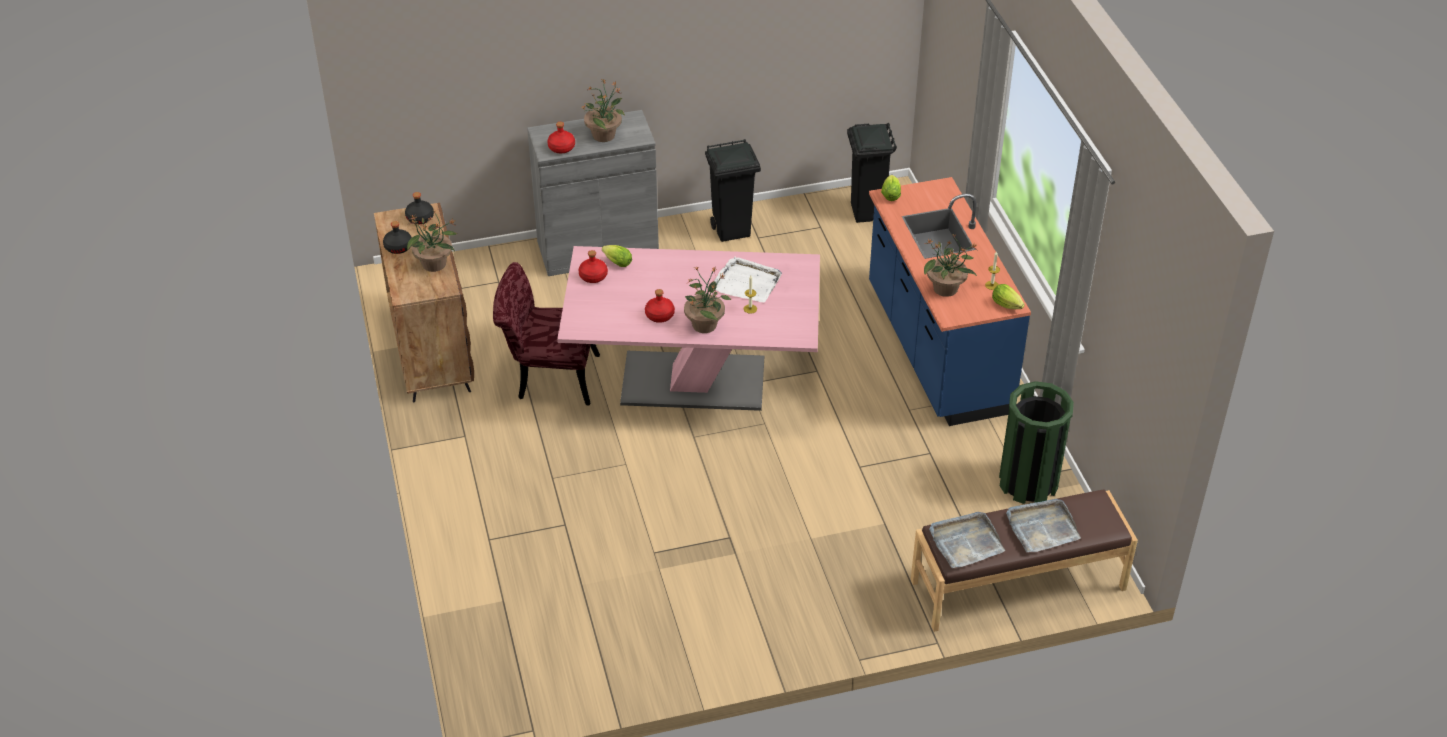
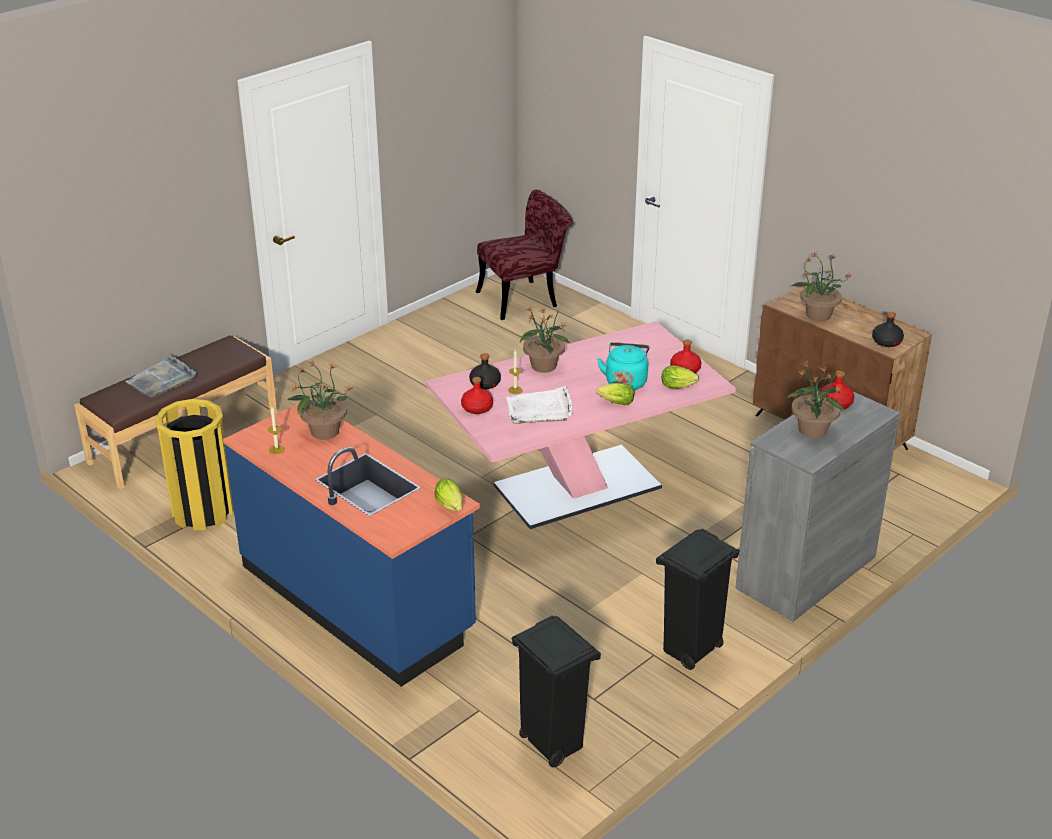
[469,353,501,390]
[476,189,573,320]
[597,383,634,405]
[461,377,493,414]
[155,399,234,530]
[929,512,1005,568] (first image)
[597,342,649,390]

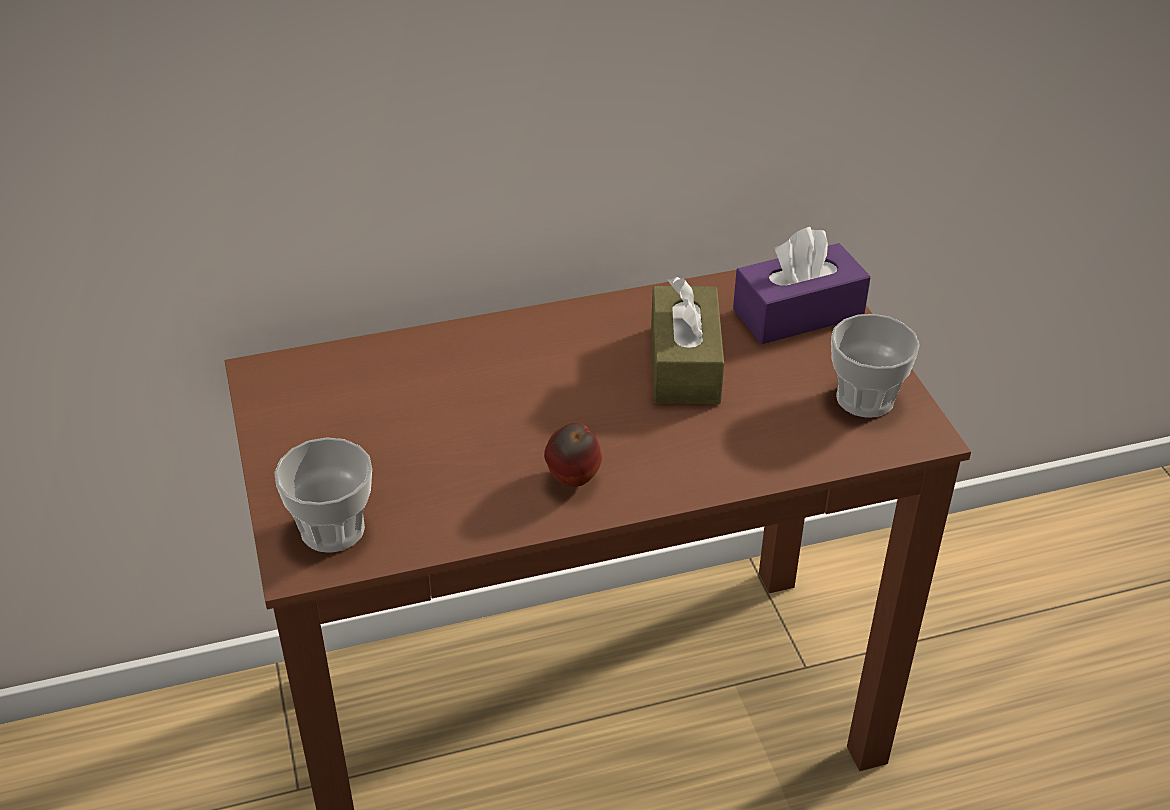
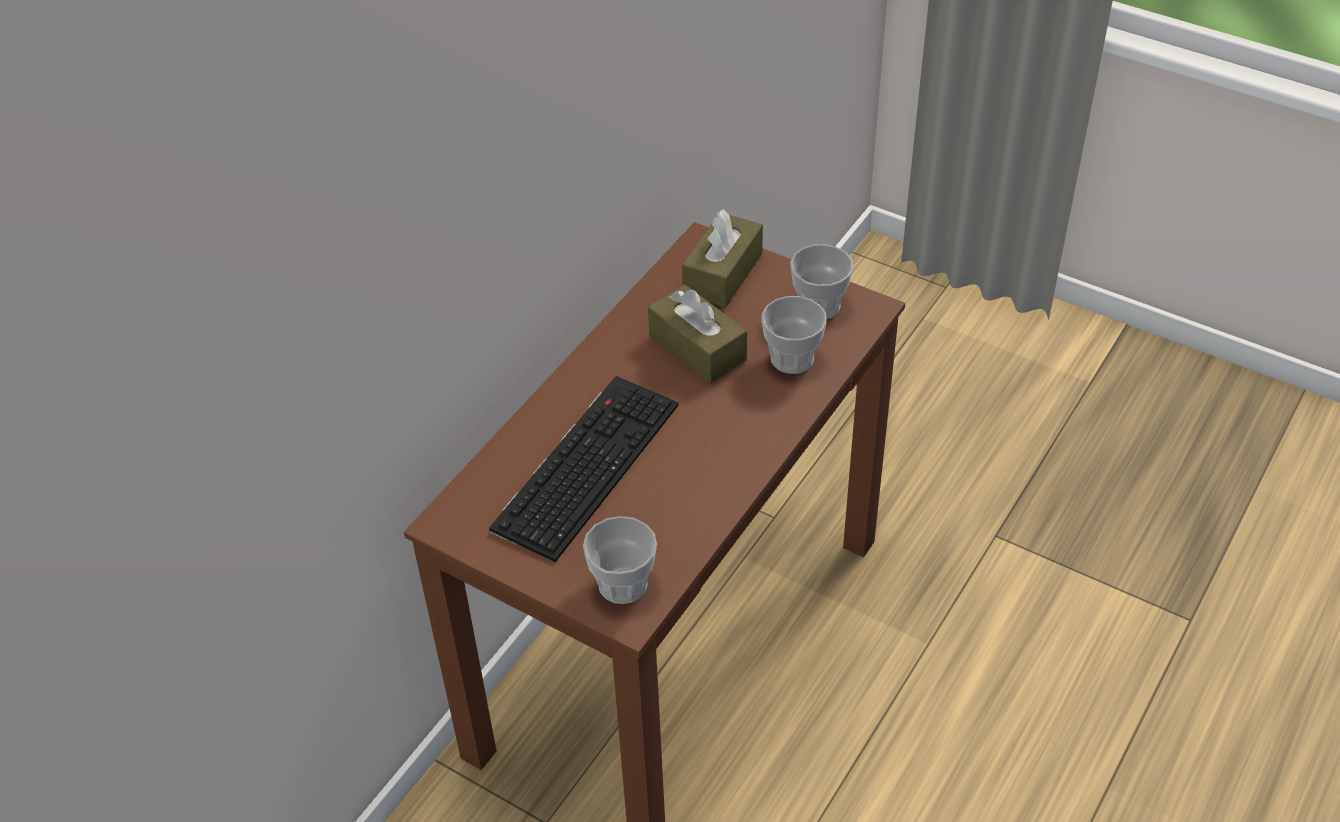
[682,209,763,307]
[544,423,602,487] (first image)
[762,296,827,374]
[489,376,679,562]

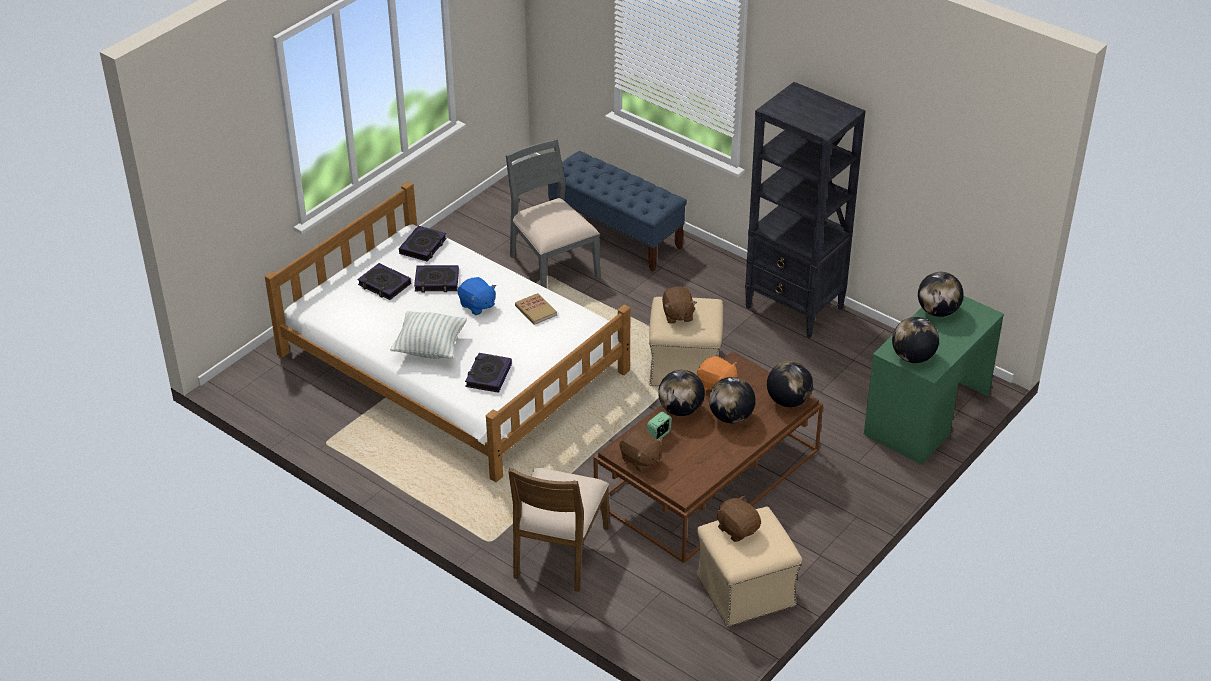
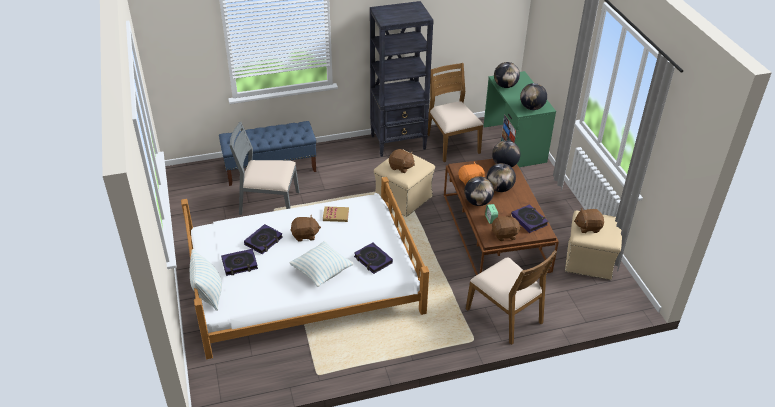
[511,204,549,233]
[290,215,321,242]
[428,63,483,162]
[190,249,222,311]

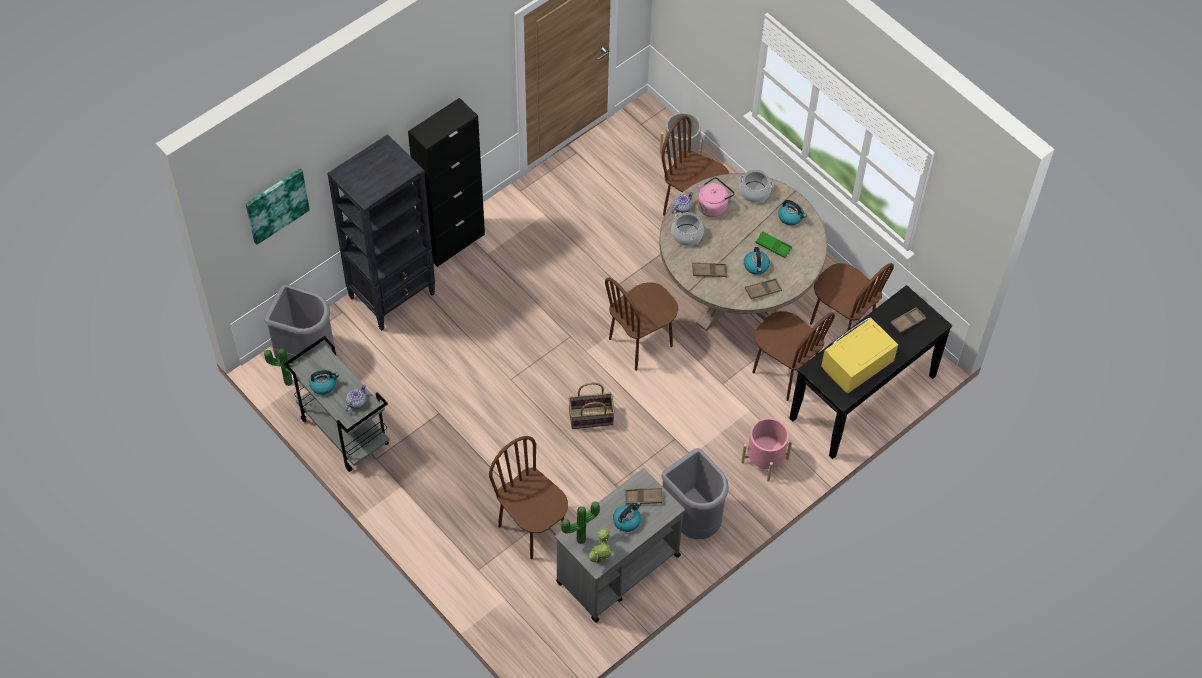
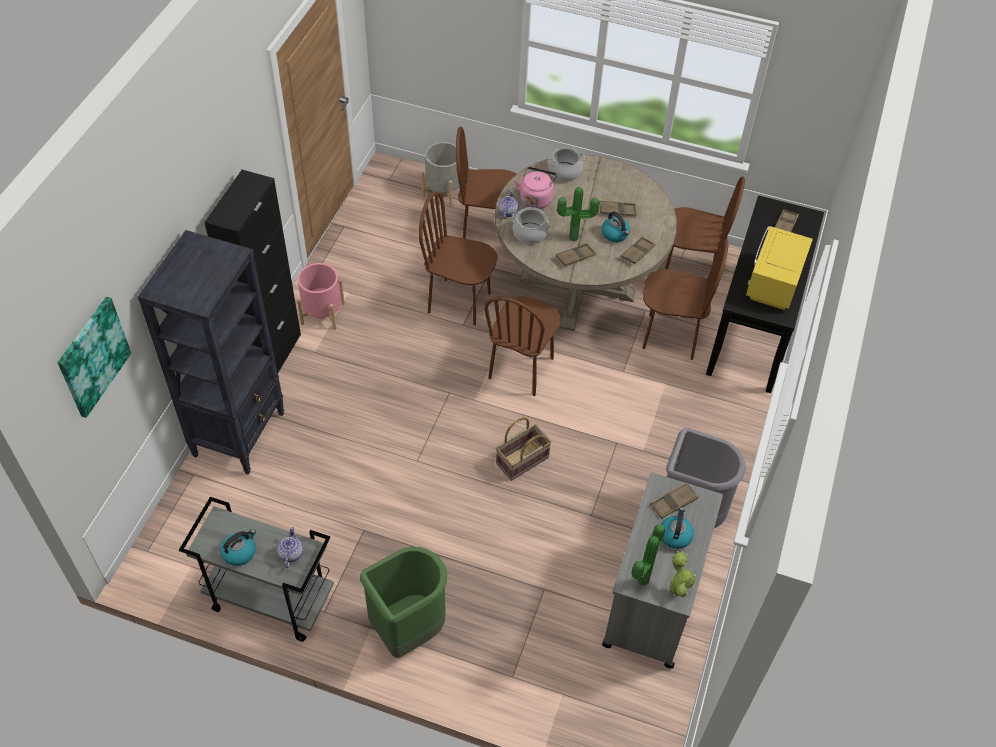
[778,200,806,225] (first image)
[599,201,637,217]
[264,284,334,364] (first image)
[557,187,599,242]
[297,263,345,330]
[419,191,498,325]
[360,547,447,658]

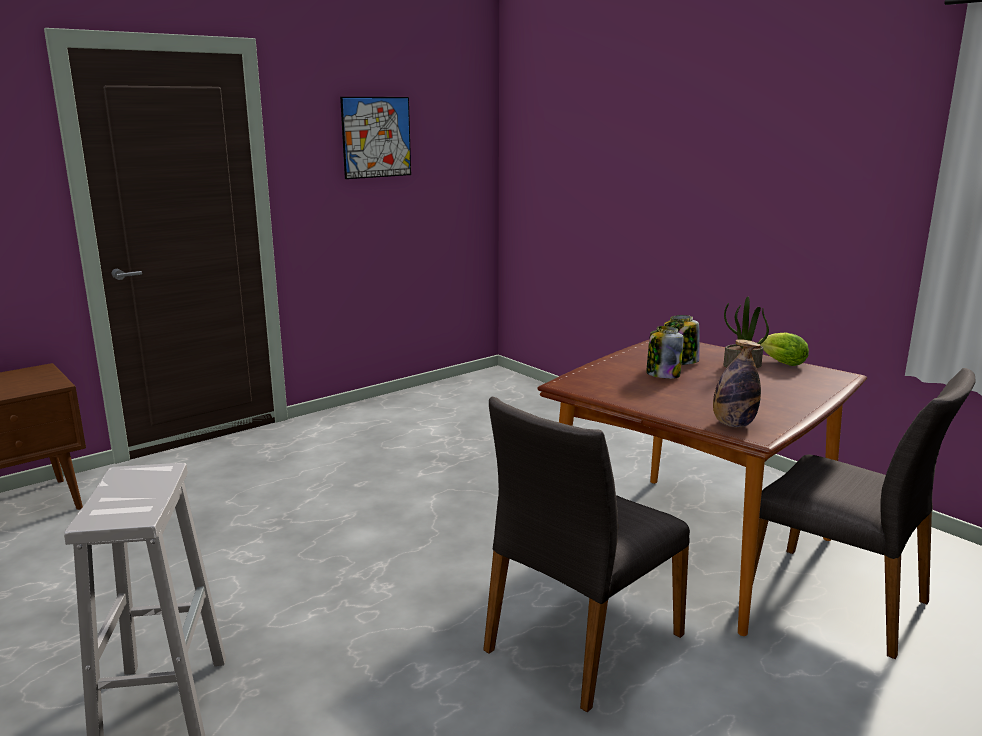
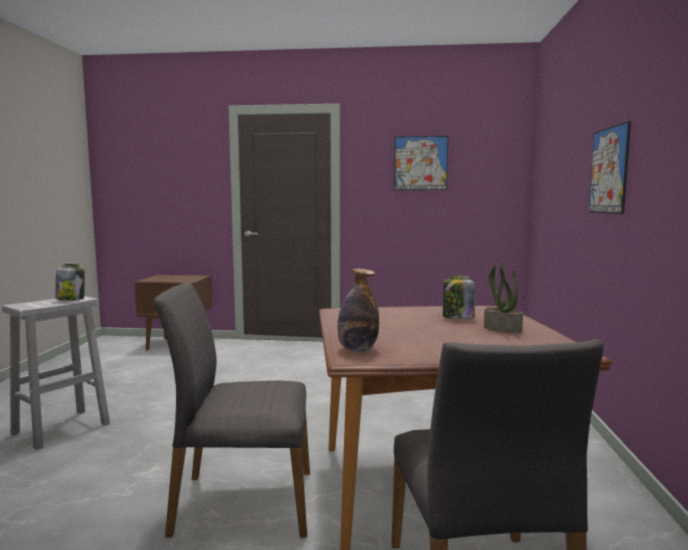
[55,264,85,301]
[760,332,809,366] (first image)
[589,121,631,214]

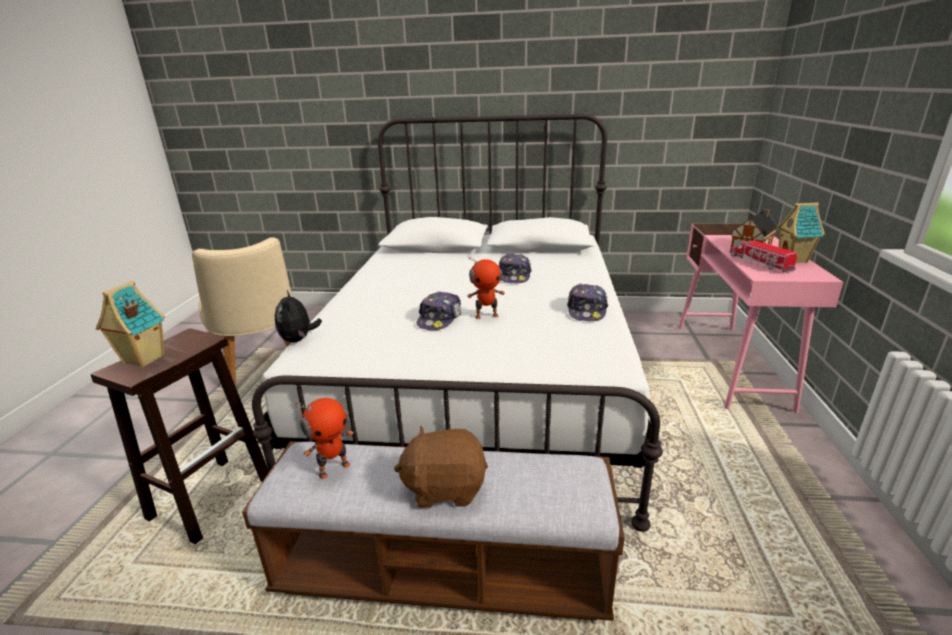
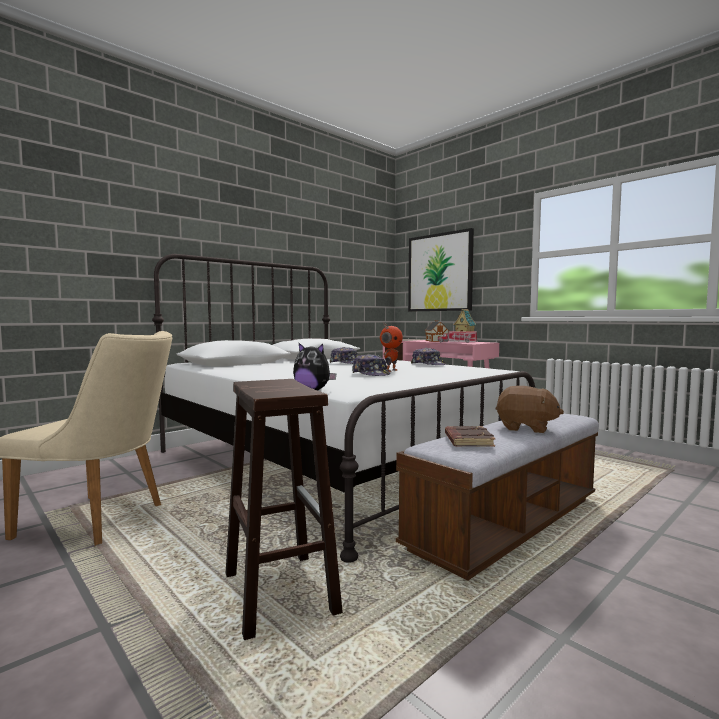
[96,281,165,368] (first image)
[445,426,495,447]
[496,386,564,433]
[408,228,474,311]

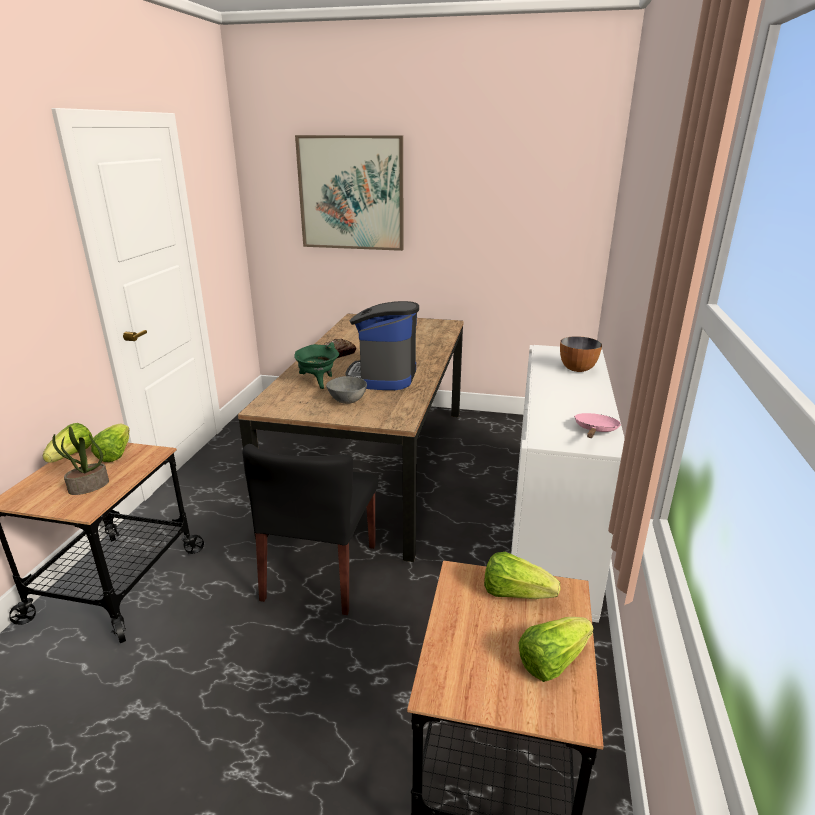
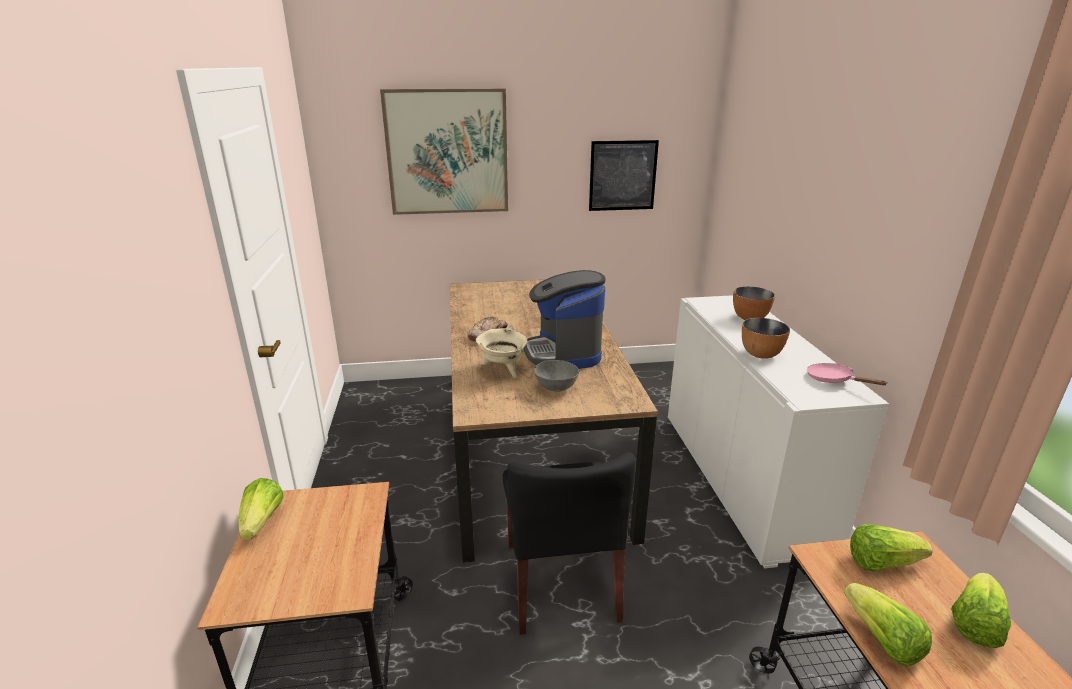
[475,324,528,378]
[807,363,888,385]
[844,583,932,666]
[52,426,109,495] (first image)
[589,140,659,211]
[742,318,790,359]

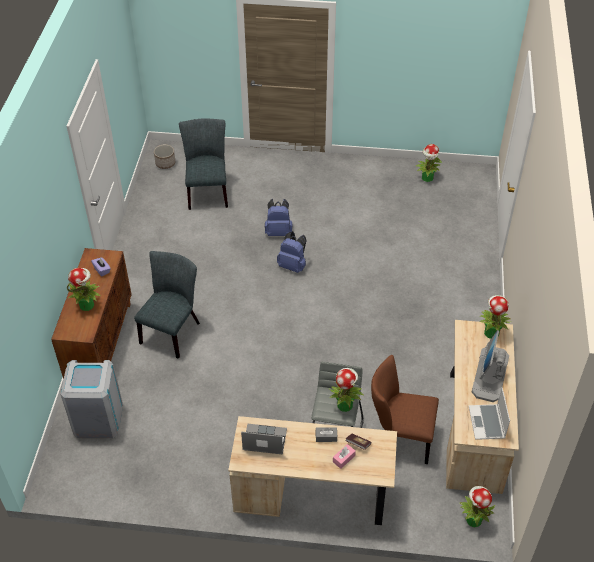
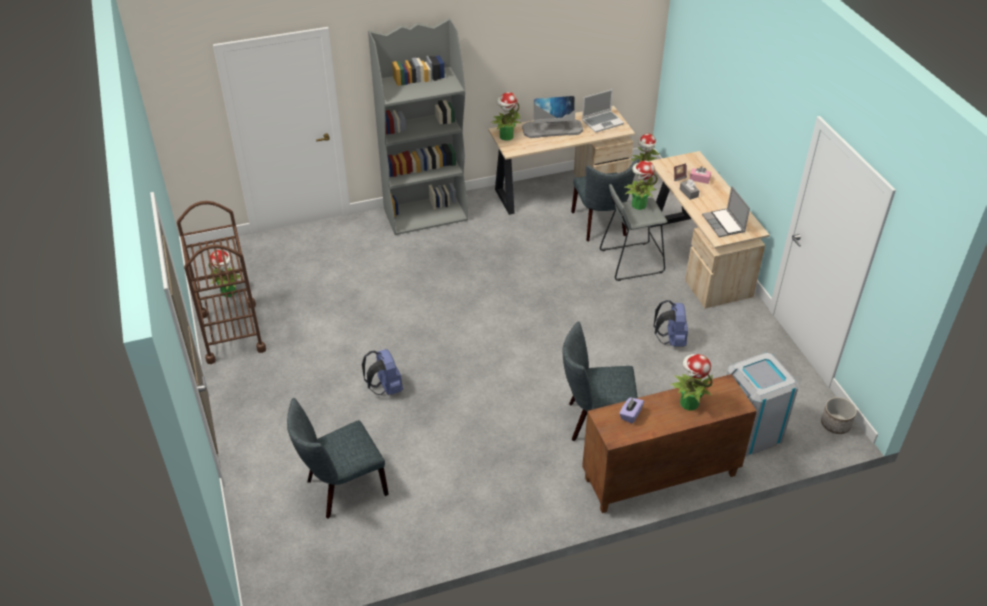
[821,397,857,434]
[654,300,688,346]
[571,159,640,242]
[368,18,468,235]
[177,201,266,364]

